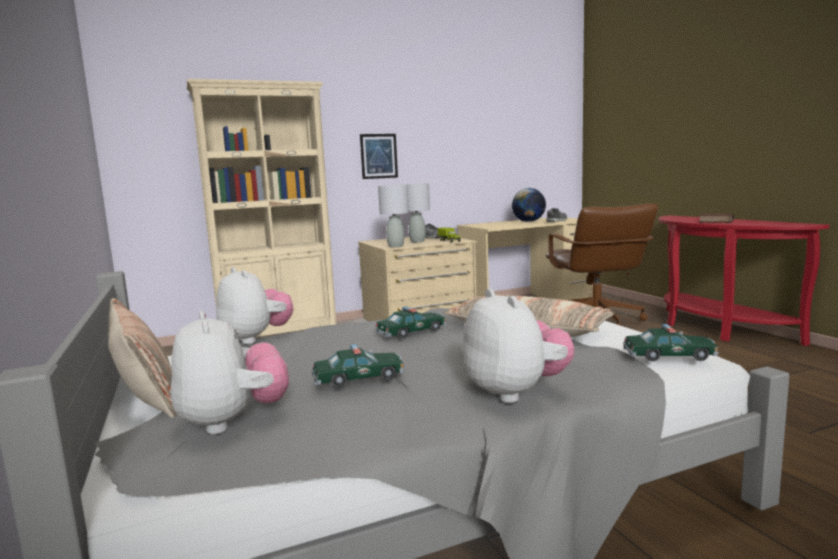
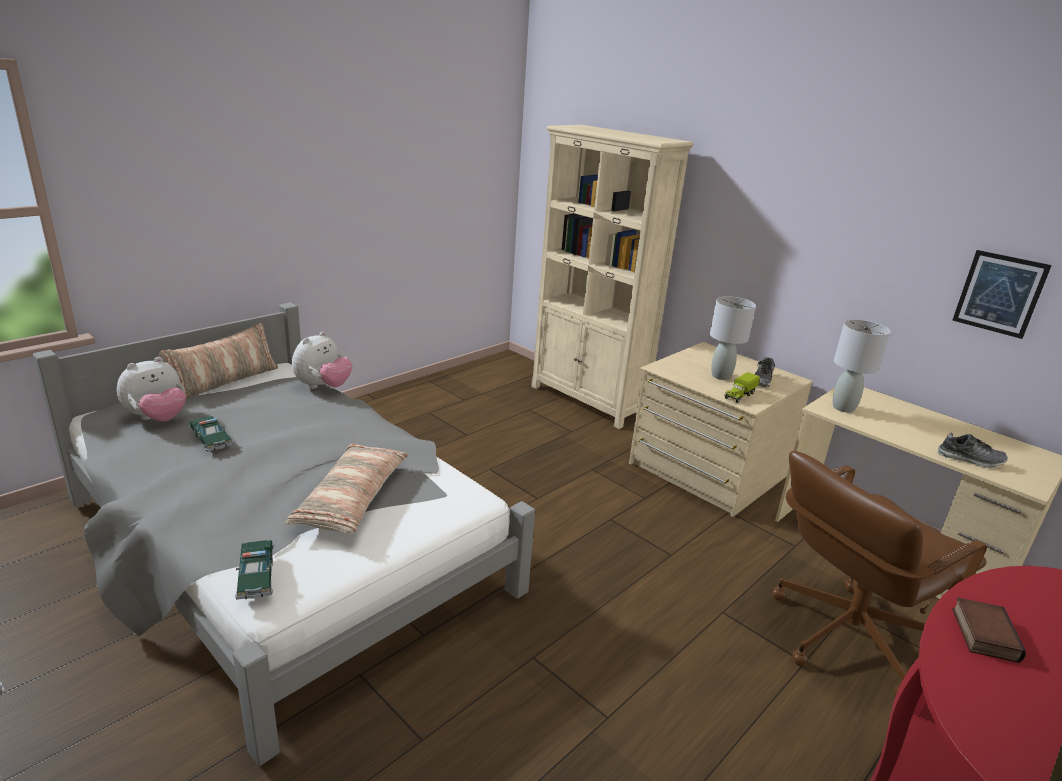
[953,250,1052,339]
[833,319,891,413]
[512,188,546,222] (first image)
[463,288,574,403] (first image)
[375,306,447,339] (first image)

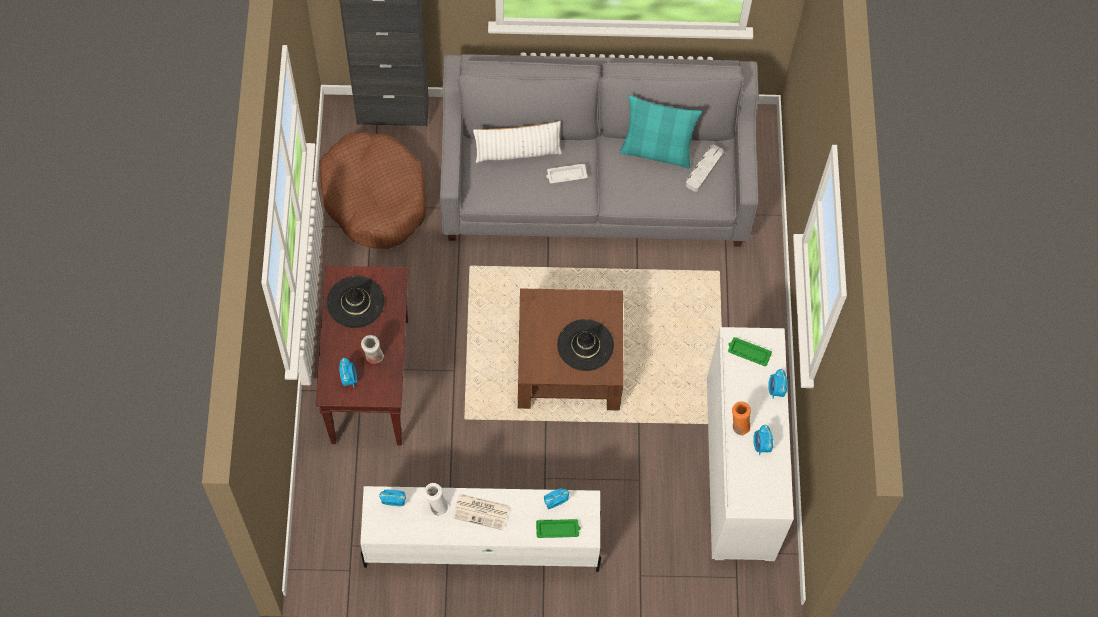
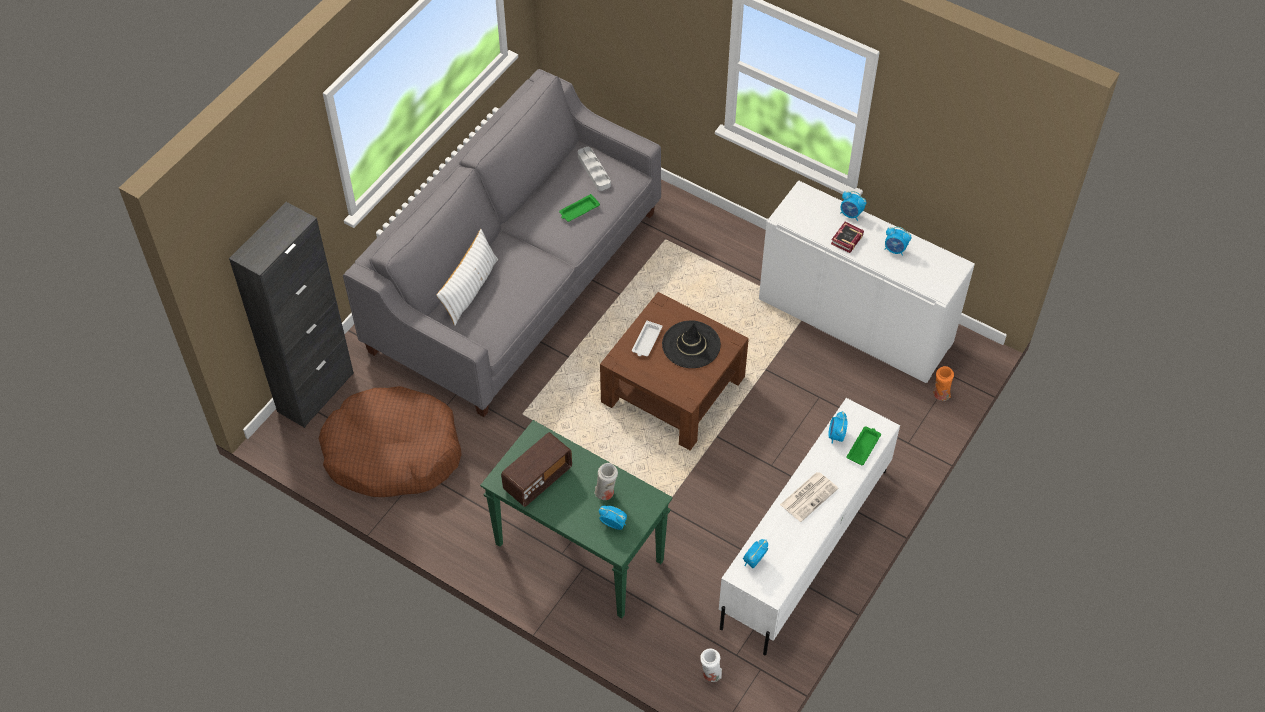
[619,95,702,168] (first image)
[632,321,662,356]
[480,420,673,618]
[501,432,572,507]
[559,194,600,222]
[933,366,954,401]
[700,649,722,682]
[831,222,864,253]

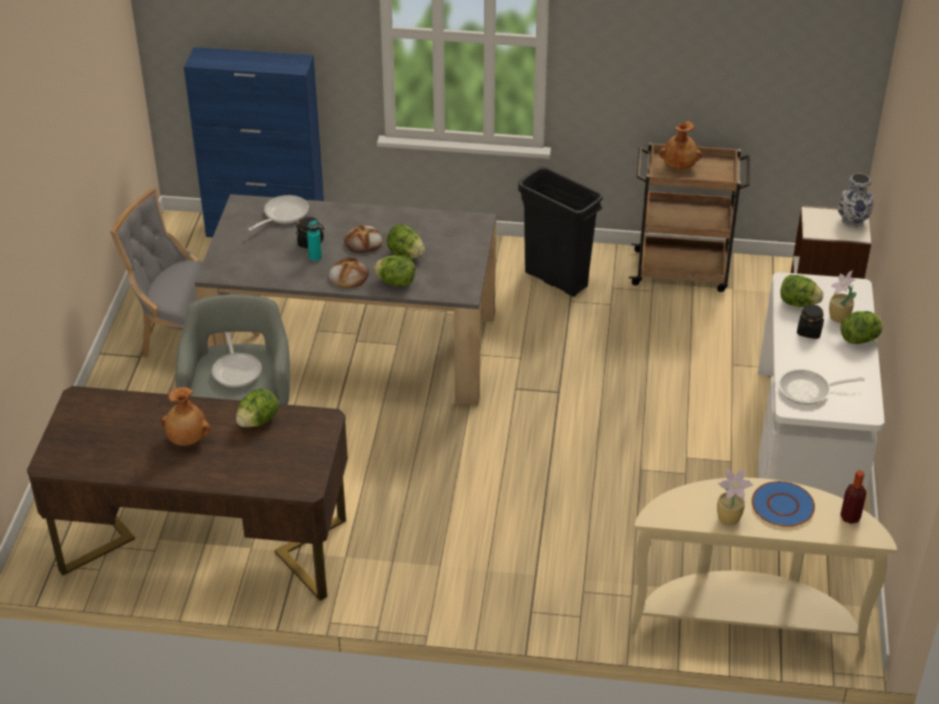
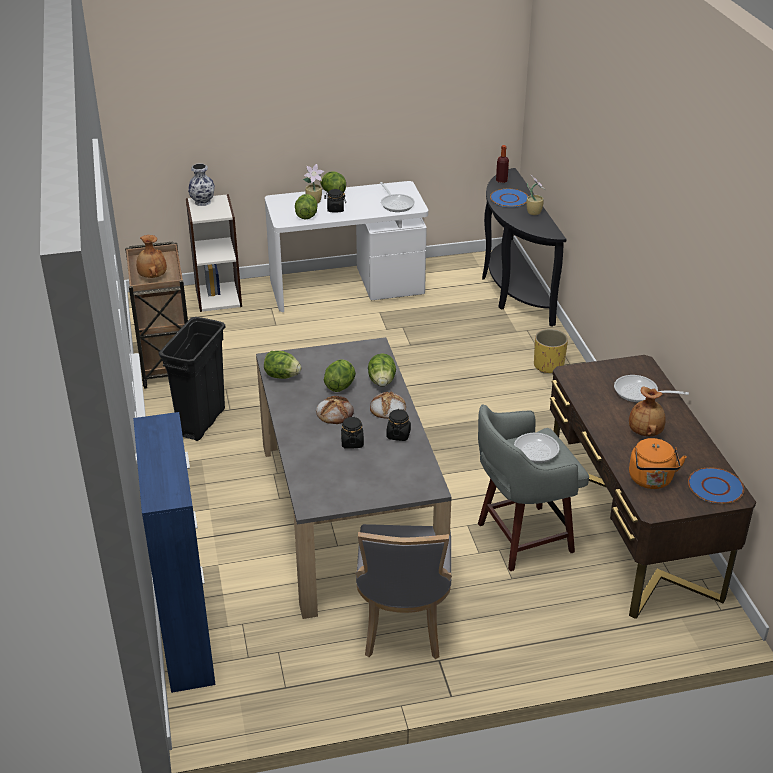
[614,375,689,402]
[307,220,322,262] (first image)
[264,351,301,379]
[482,168,567,327]
[534,329,568,373]
[387,409,411,441]
[629,438,687,489]
[688,467,744,504]

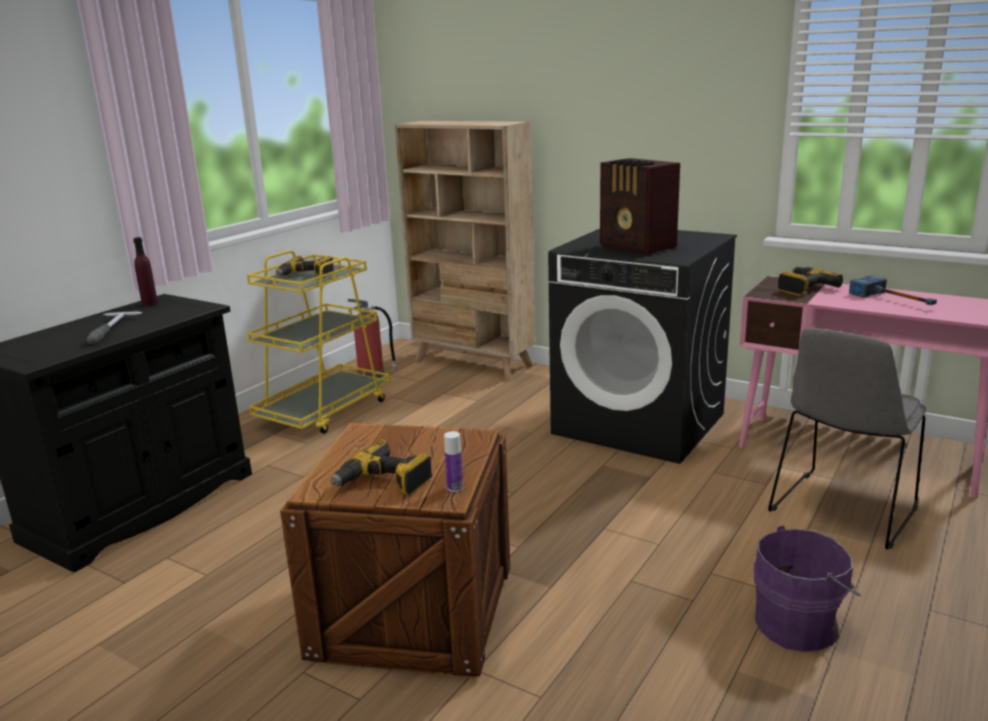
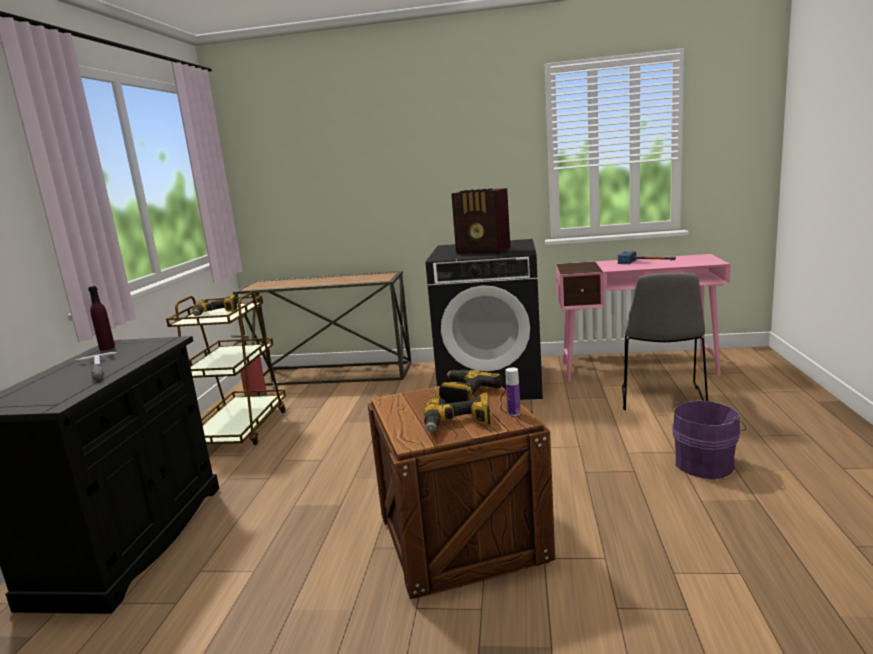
[233,271,412,386]
[166,292,286,445]
[439,369,503,404]

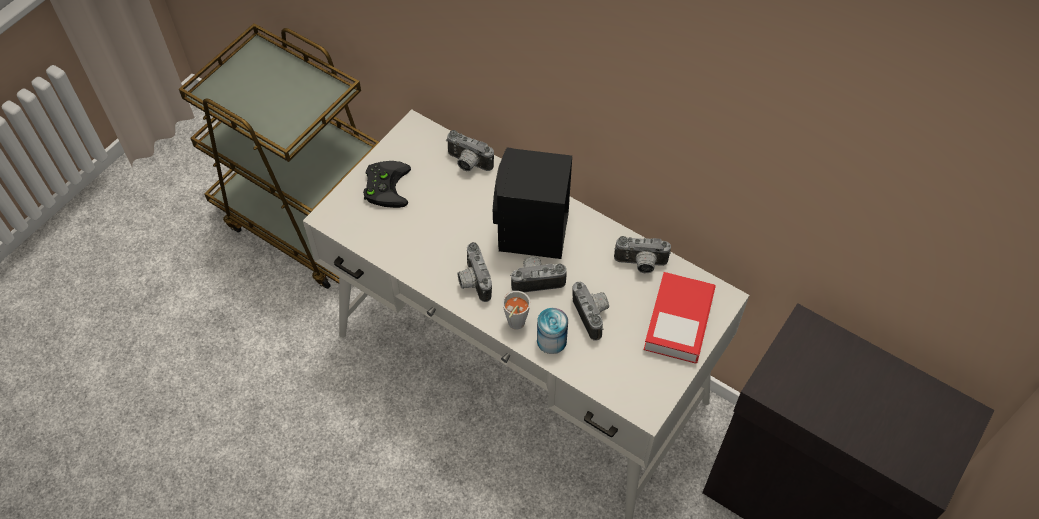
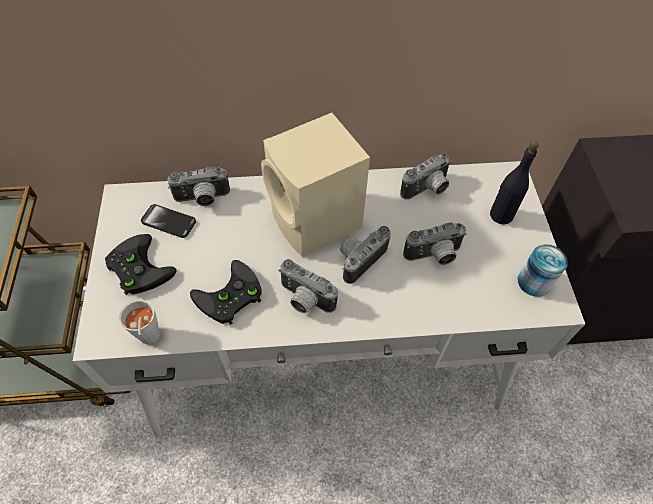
[261,113,370,257]
[490,141,539,225]
[403,222,467,265]
[119,300,160,344]
[518,244,568,297]
[141,204,196,238]
[190,260,262,325]

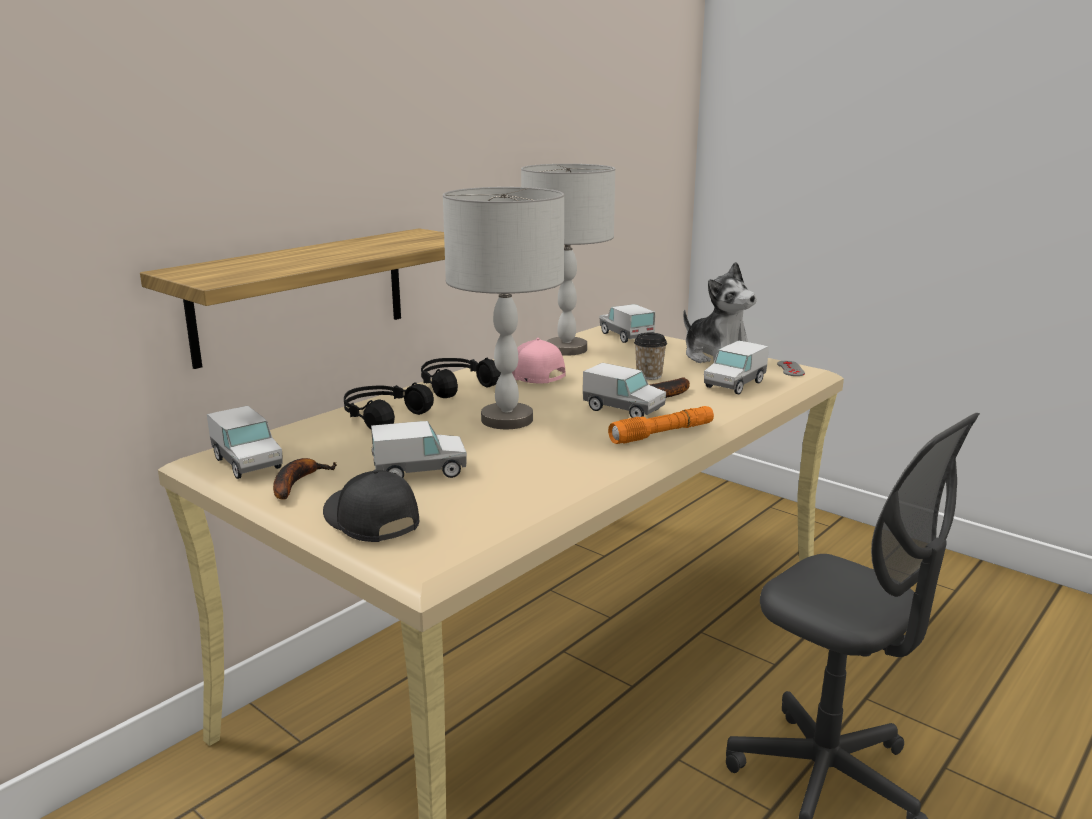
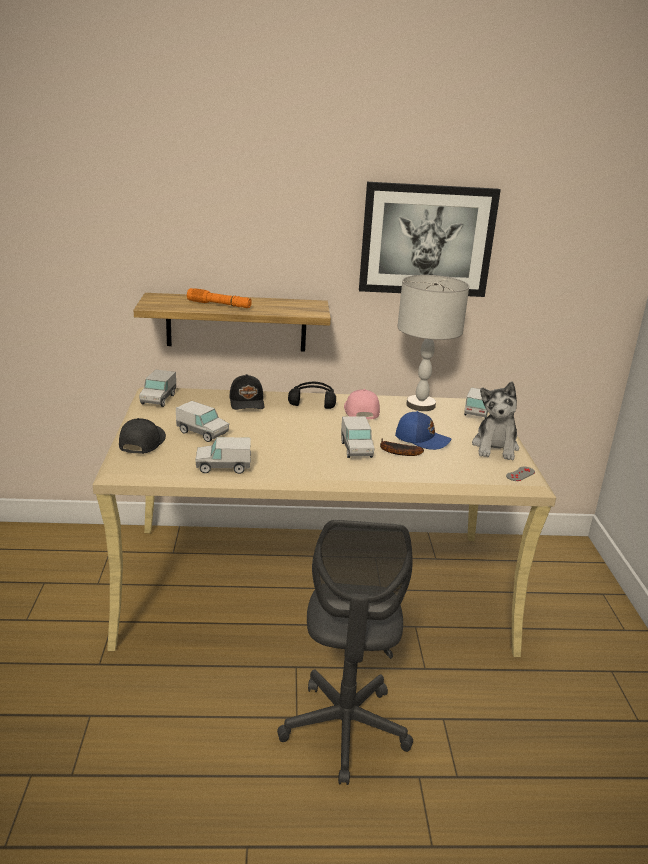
[443,187,564,429] (first image)
[395,411,451,450]
[195,437,251,474]
[229,374,264,410]
[187,288,252,308]
[273,458,337,499] (first image)
[359,182,501,297]

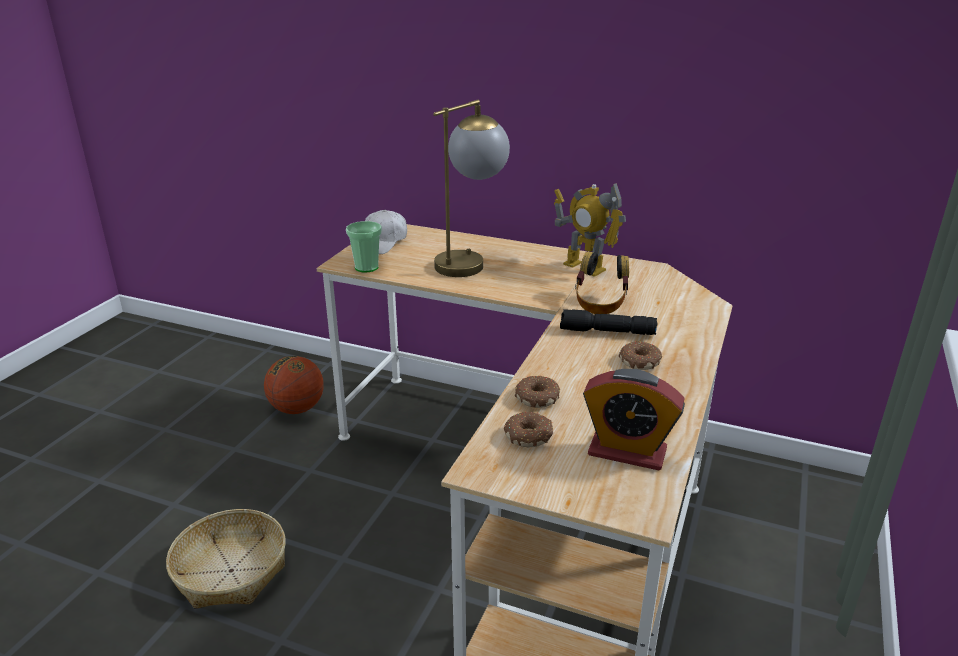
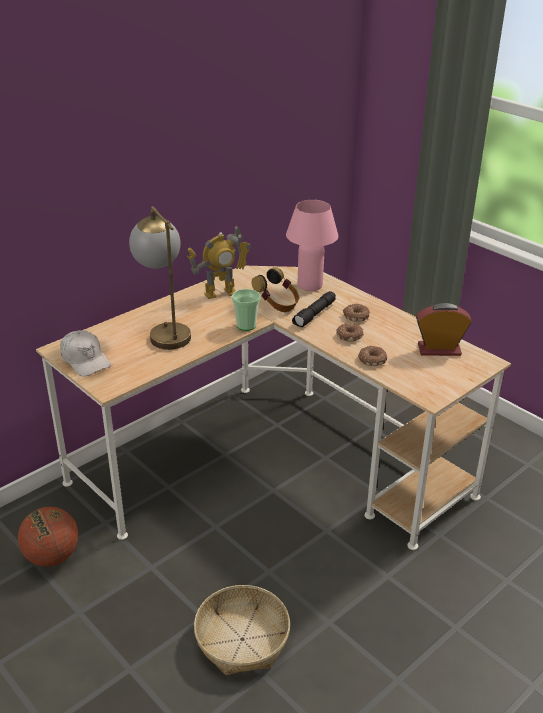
[232,289,261,331]
[416,303,472,356]
[336,323,364,342]
[286,200,338,291]

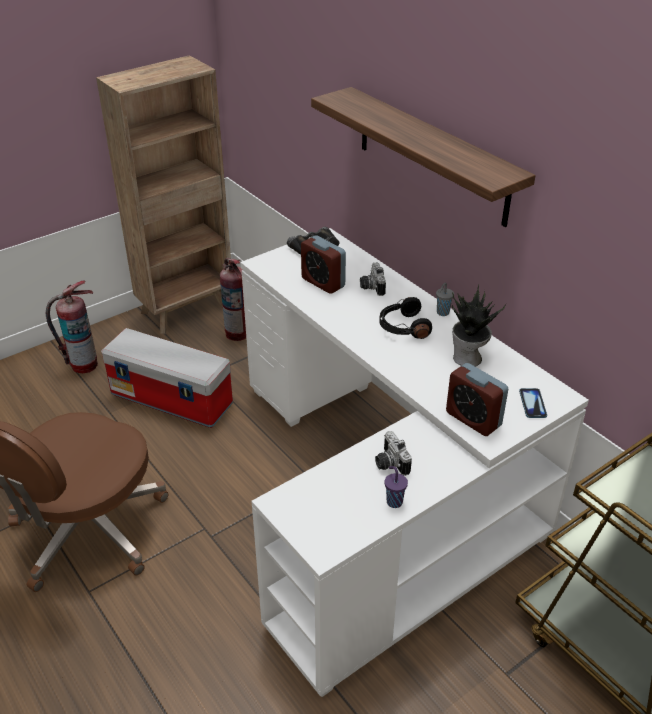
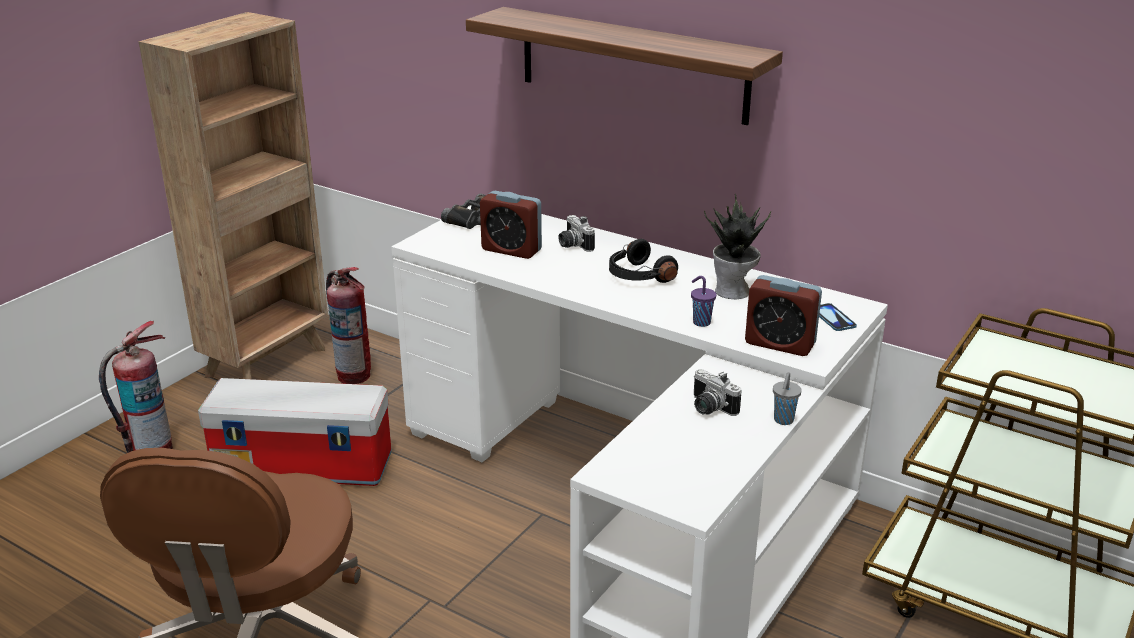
[773,372,802,425]
[691,276,716,327]

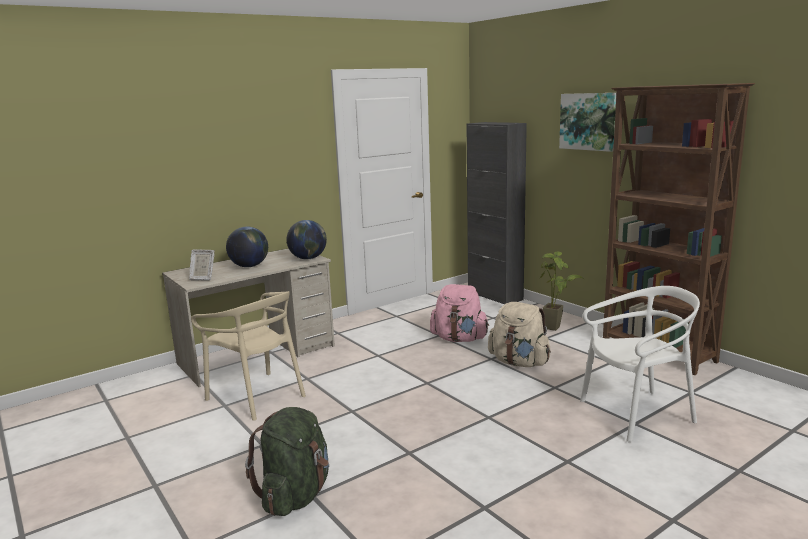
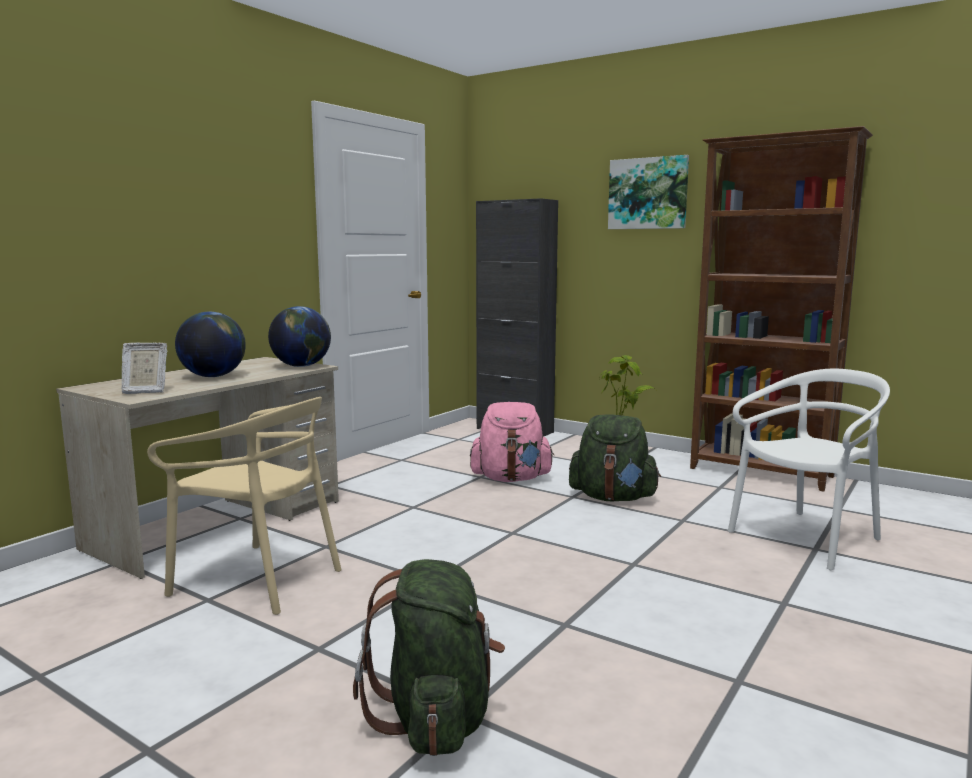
[569,415,661,501]

